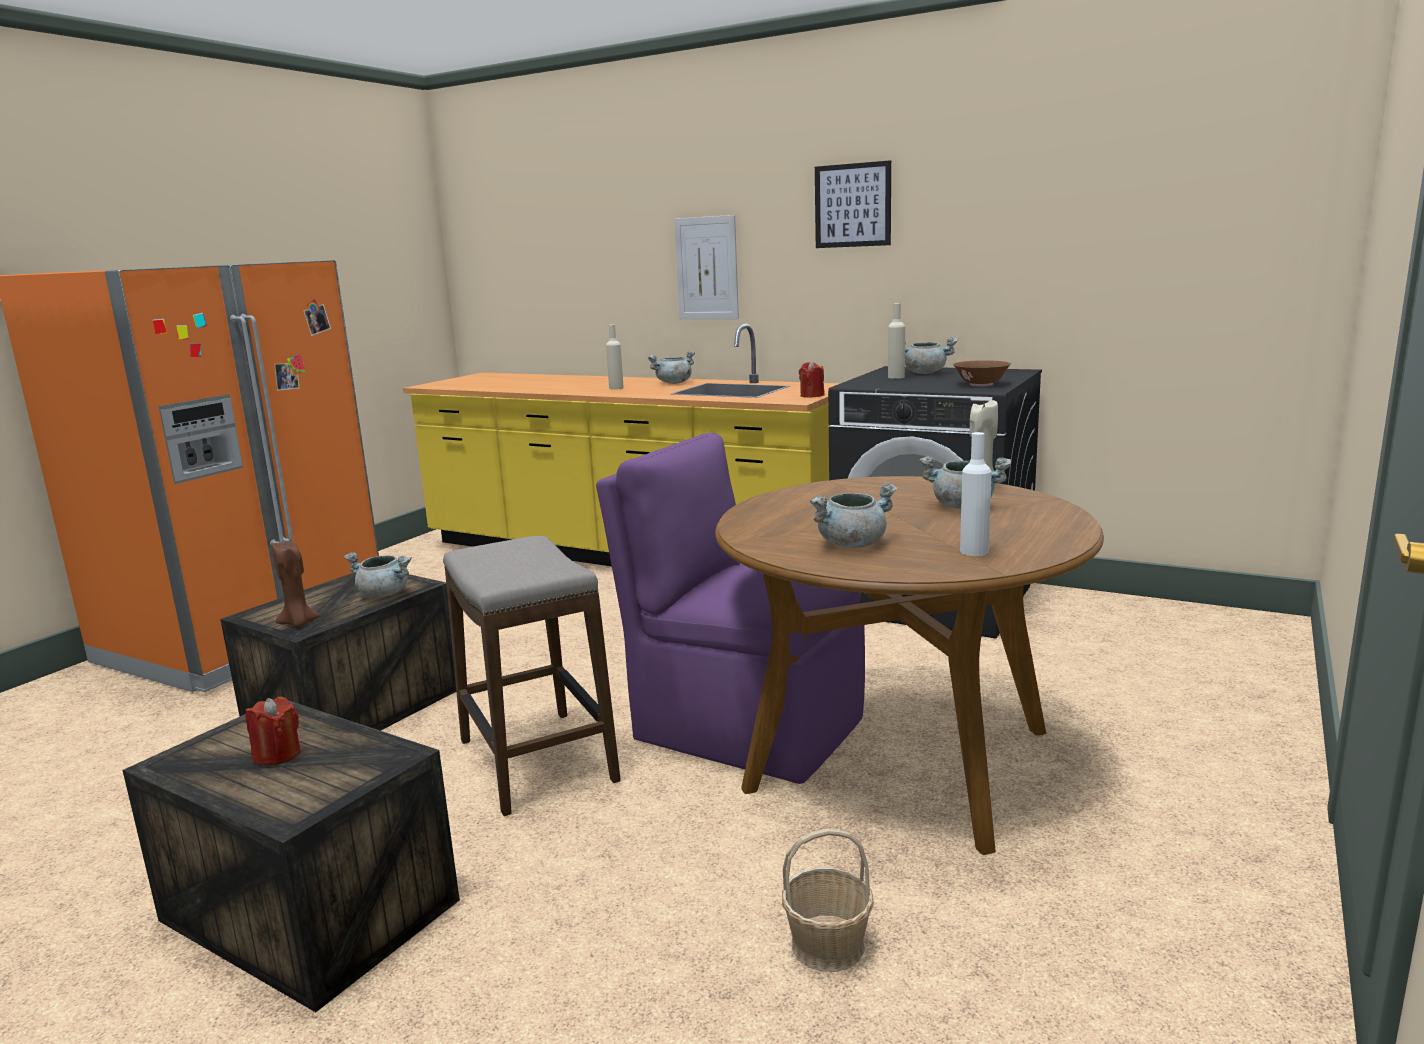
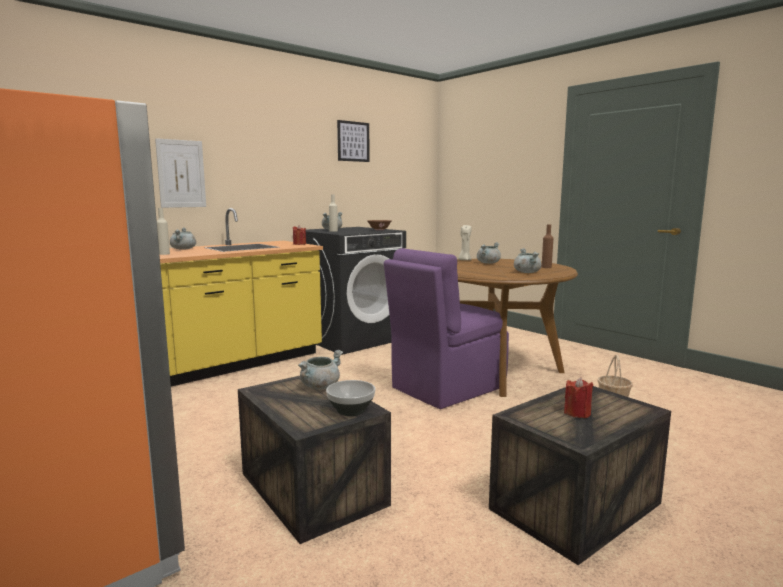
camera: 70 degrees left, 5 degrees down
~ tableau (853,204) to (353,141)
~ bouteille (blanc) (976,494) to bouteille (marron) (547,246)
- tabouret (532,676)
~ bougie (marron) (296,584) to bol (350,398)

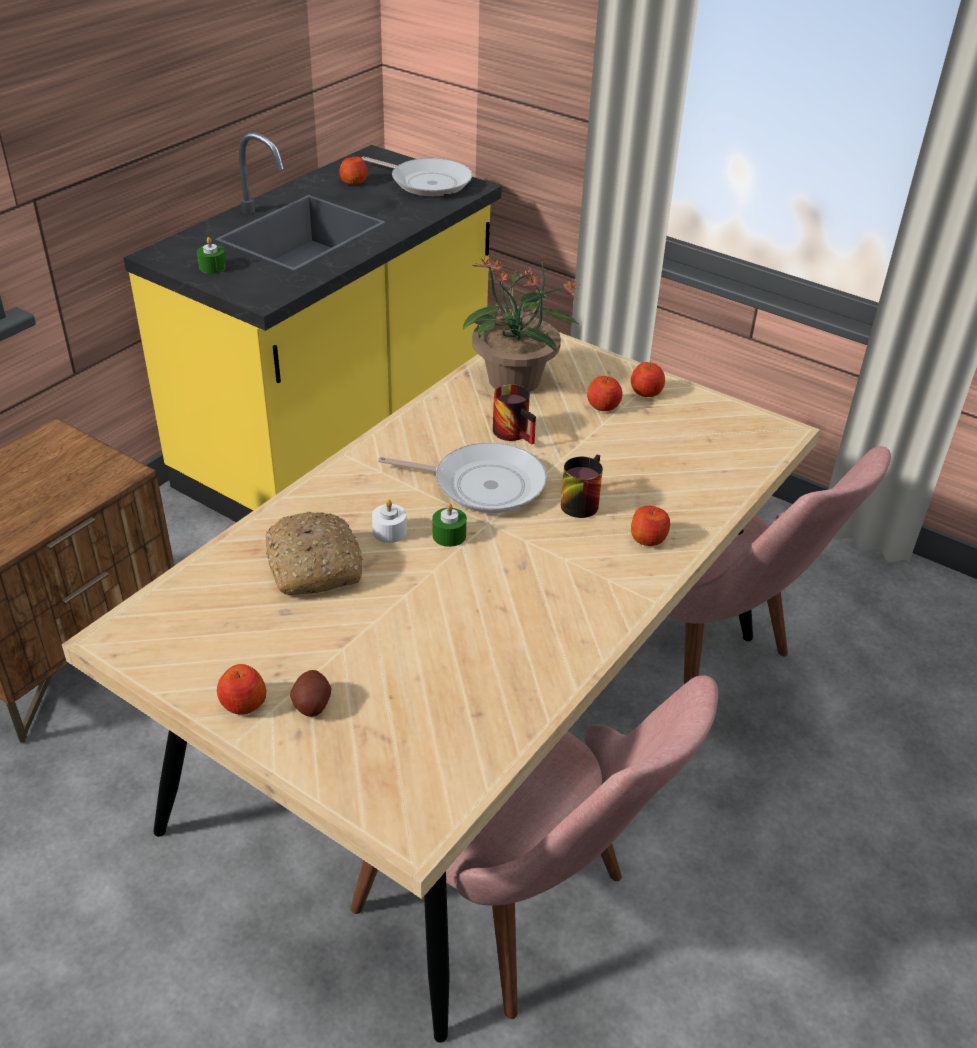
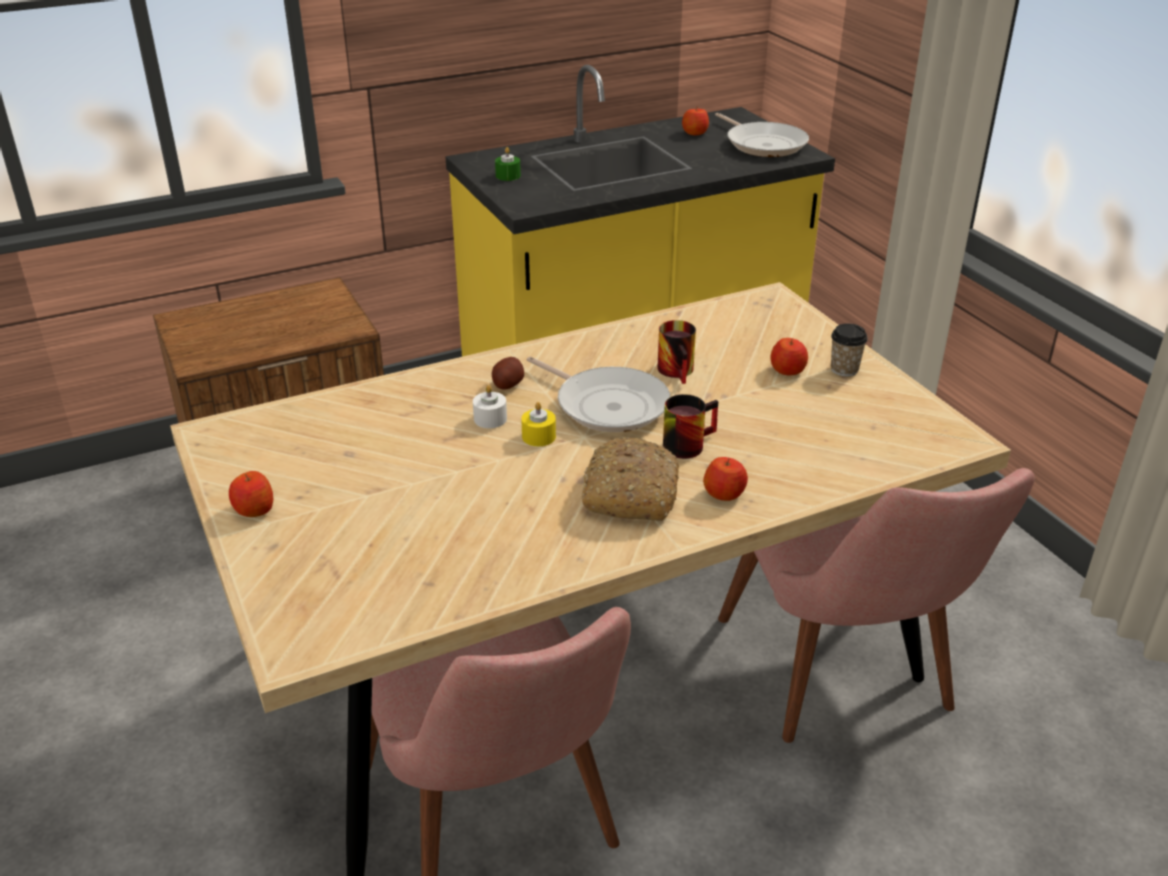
camera: 30 degrees right, 5 degrees down
- plante en pot (521,323)
~ pomme (648,379) to tasse (849,350)
~ bougie (vert) (449,525) to bougie (jaune) (538,424)
~ pain (314,553) to (630,479)
~ pomme de terre (310,693) to (508,373)

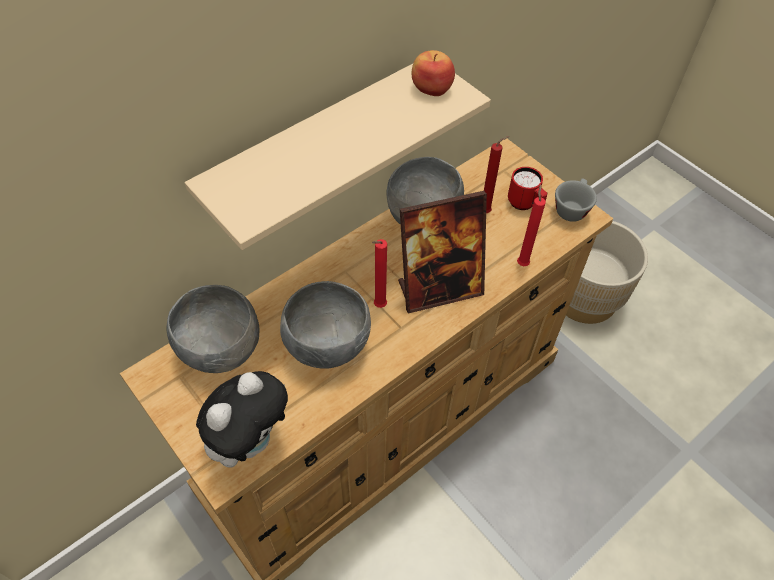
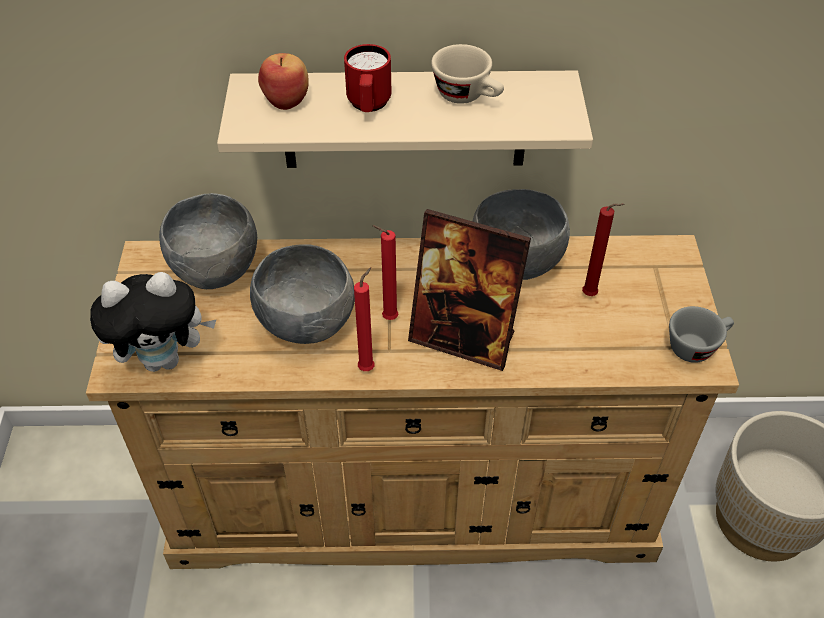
camera: 40 degrees right, 5 degrees down
~ pomme (433,73) to (283,81)
~ mug (rouge) (528,188) to (368,78)
~ bougie (rouge) (531,225) to (364,319)
+ tasse (beige) (467,74)

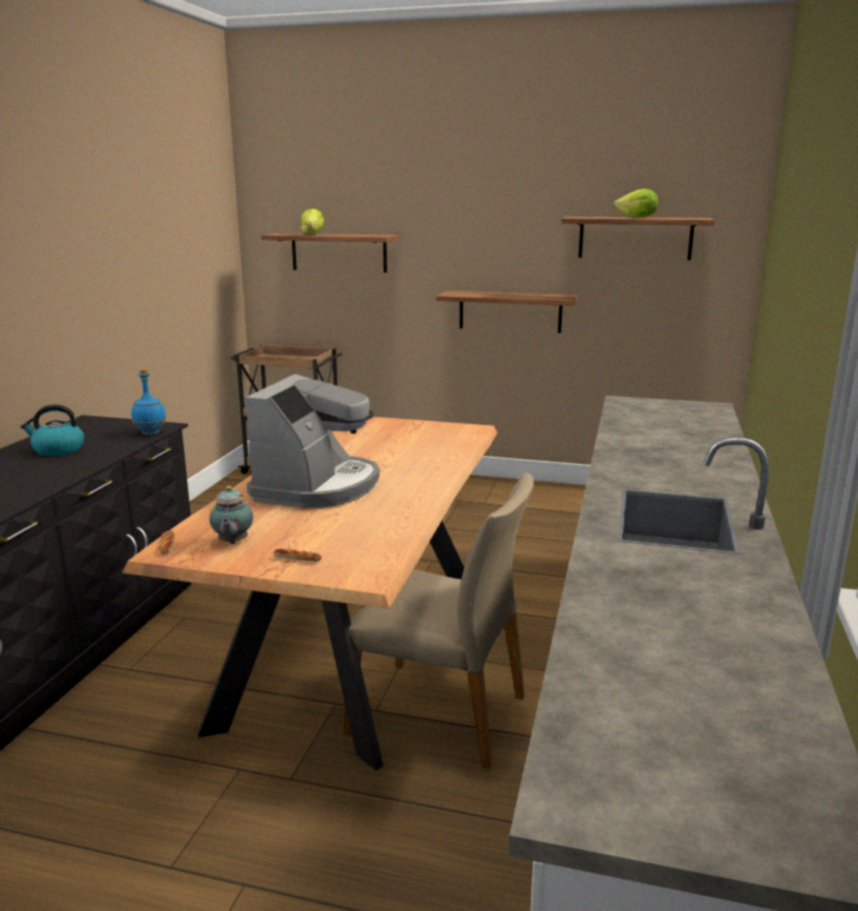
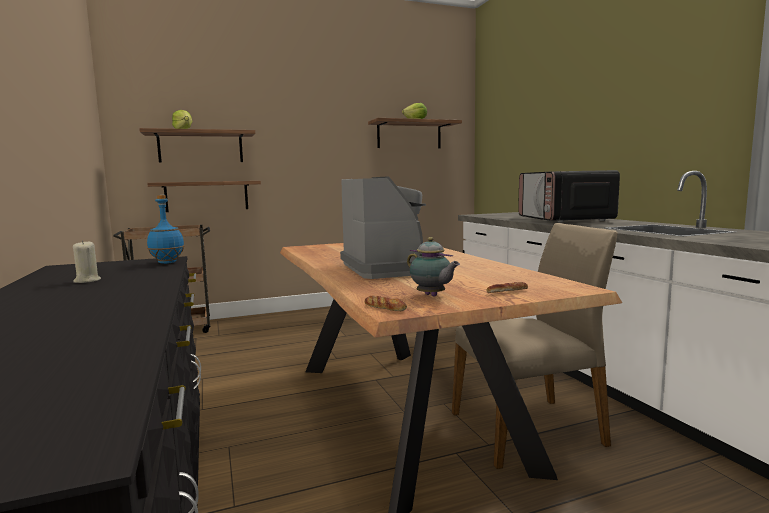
camera: 35 degrees left, 10 degrees down
~ étagère (507,312) to (204,196)
~ bouilloire (52,430) to bougie (beige) (87,261)
+ micro-ondes (569,196)

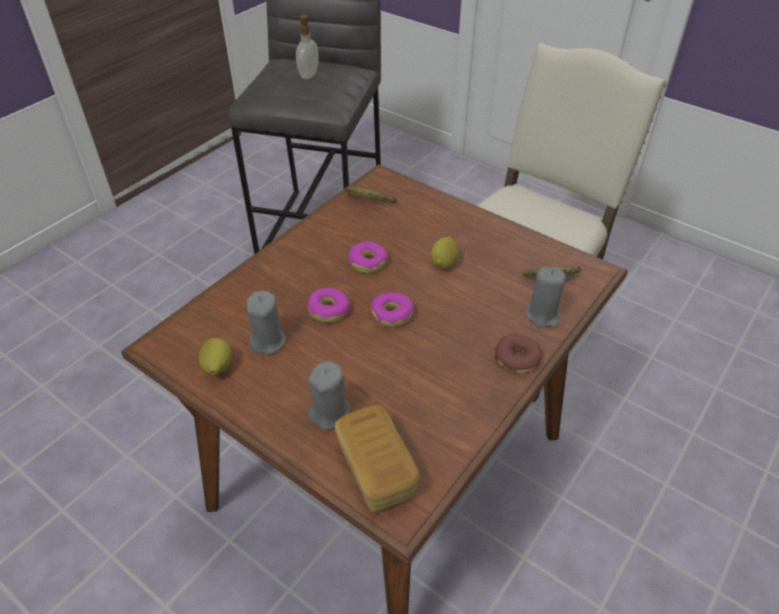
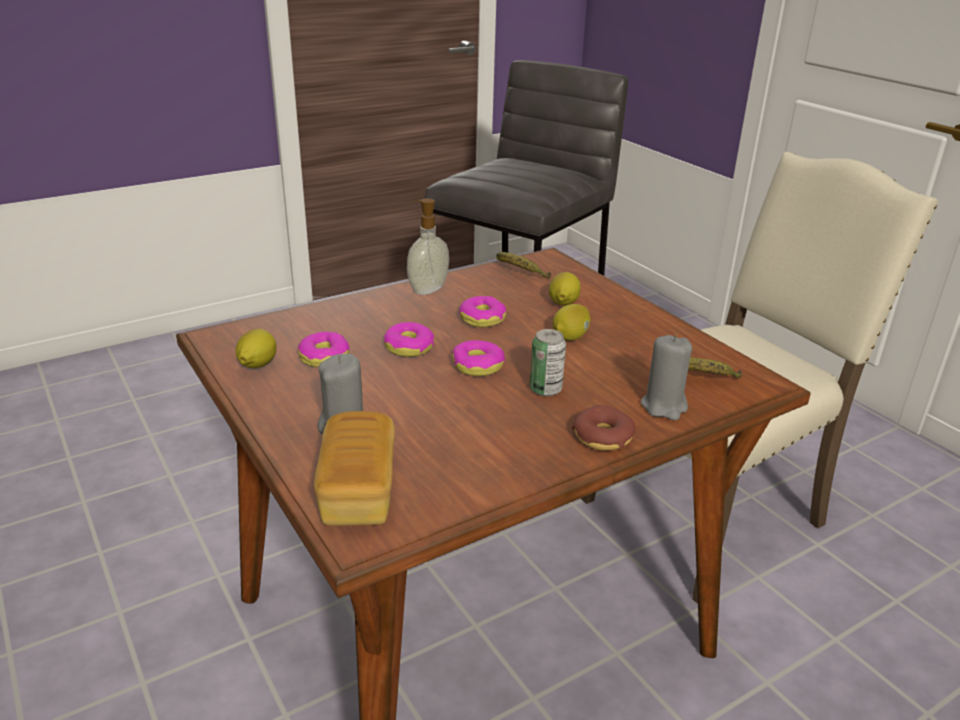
camera: 20 degrees right, 15 degrees down
~ distributeur de savon (306,47) to (428,246)
~ bougie (gris) (266,323) to beignet (323,349)
+ citron (565,288)
+ boîte métallique (548,362)

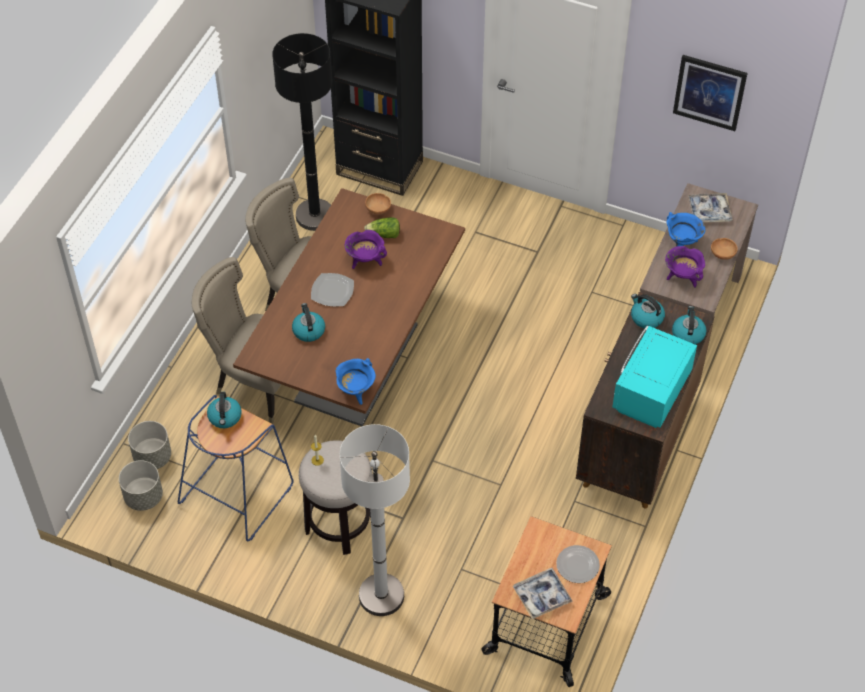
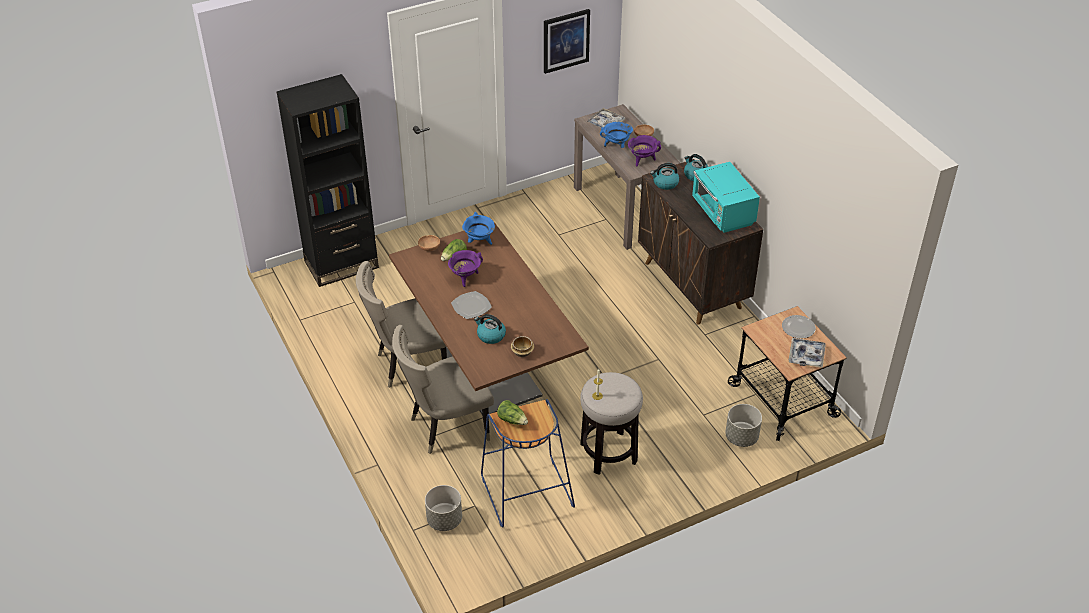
camera: 50 degrees left, 10 degrees down
- lampadaire (noir) (302,132)
~ marmite (bleu) (355,381) to (478,228)
~ bouilloire (224,410) to laitue (512,412)
- lampadaire (blanc) (375,520)
~ cache-pot (gris) (141,485) to (743,425)
+ bol (522,346)

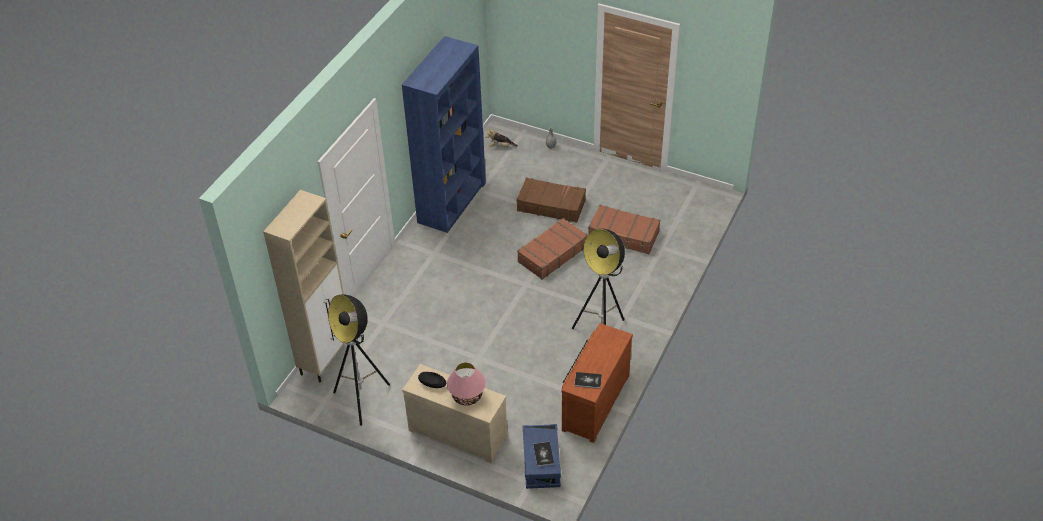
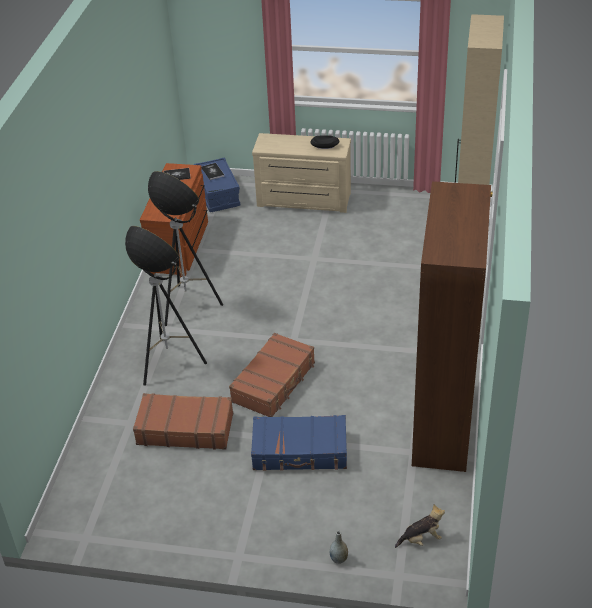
camera: 165 degrees right, 5 degrees down
~ bibliothèque (bleu) (444,134) to bibliothèque (marron) (451,327)
~ valise (marron) (551,200) to valise (bleu) (299,443)
~ lampadaire (359,360) to (166,306)
- lampe de table (rose) (466,384)

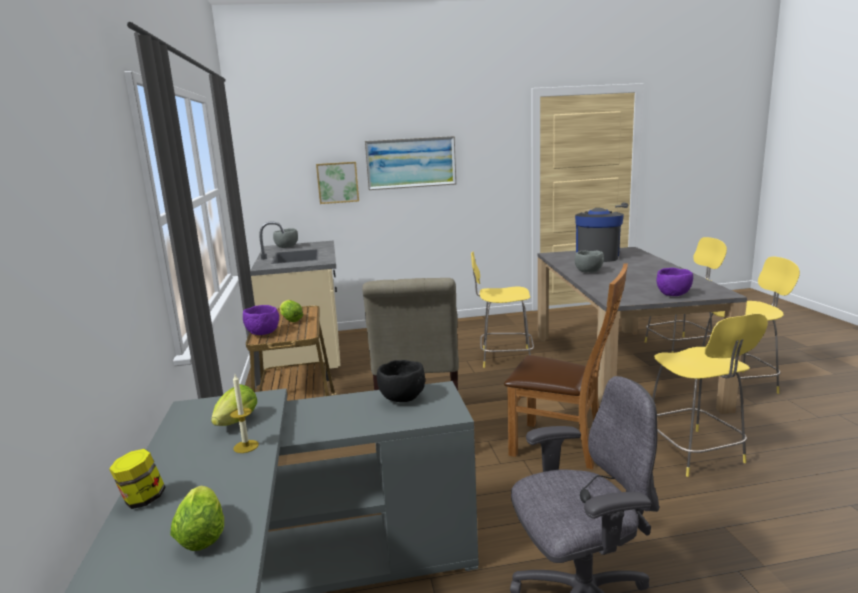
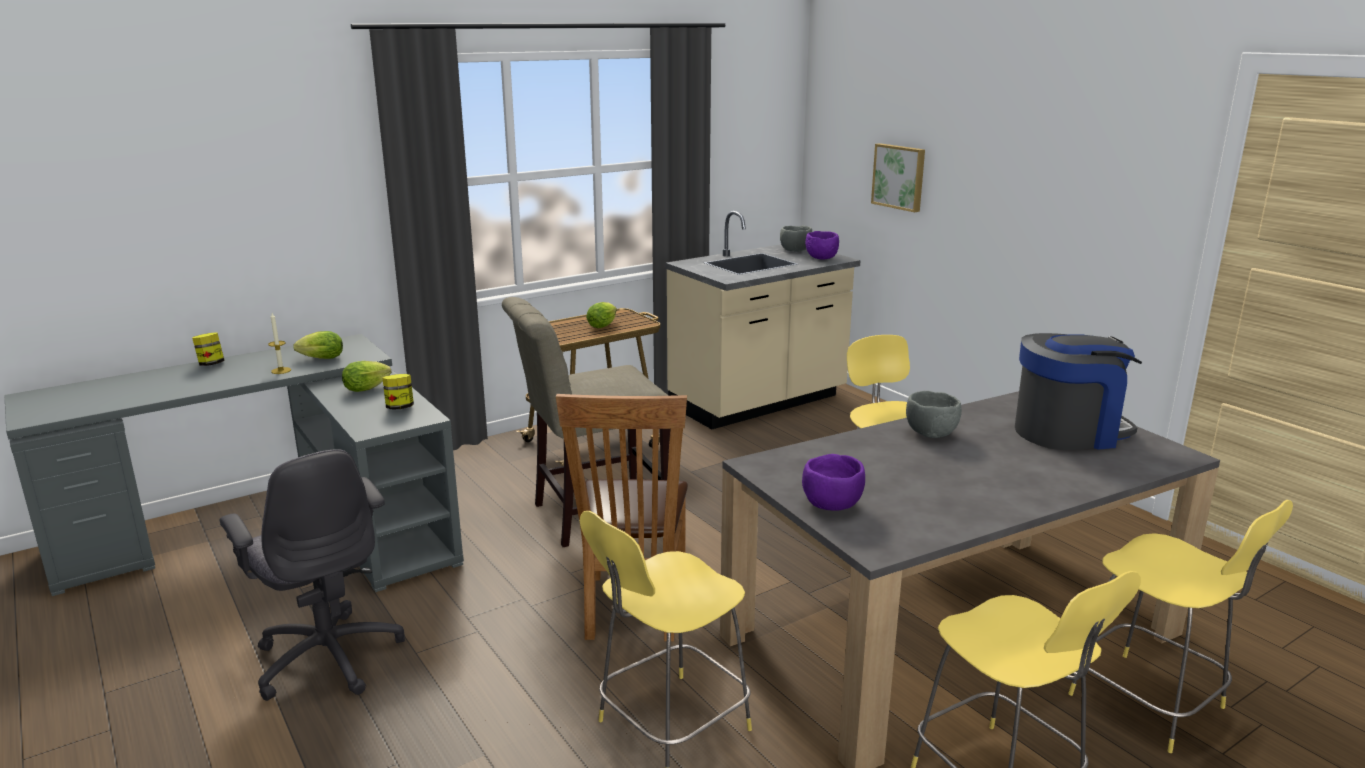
camera: 65 degrees right, 5 degrees up
- tableau (410,163)
~ bol (violet) (261,320) to (822,245)
~ bol (noir) (401,381) to bocal (398,392)
~ laitue (197,518) to (366,376)

